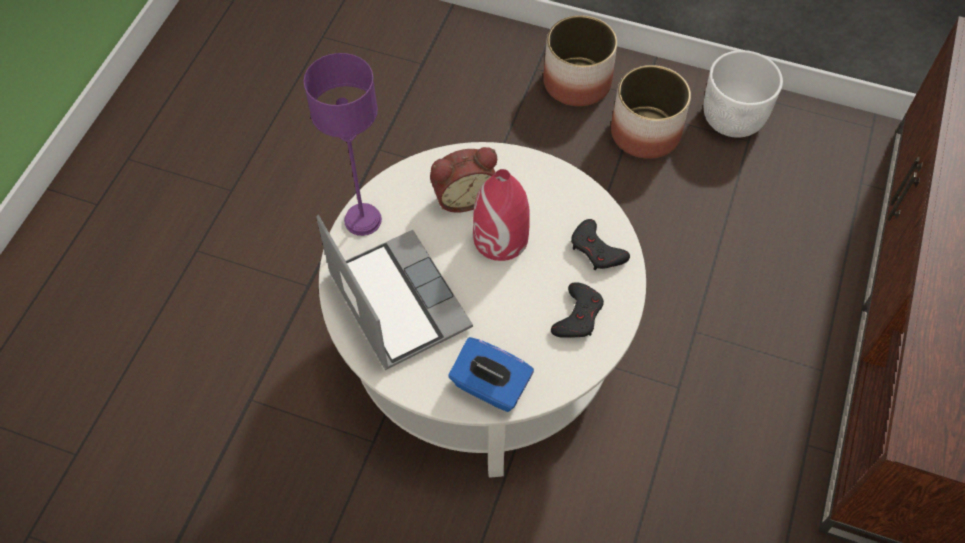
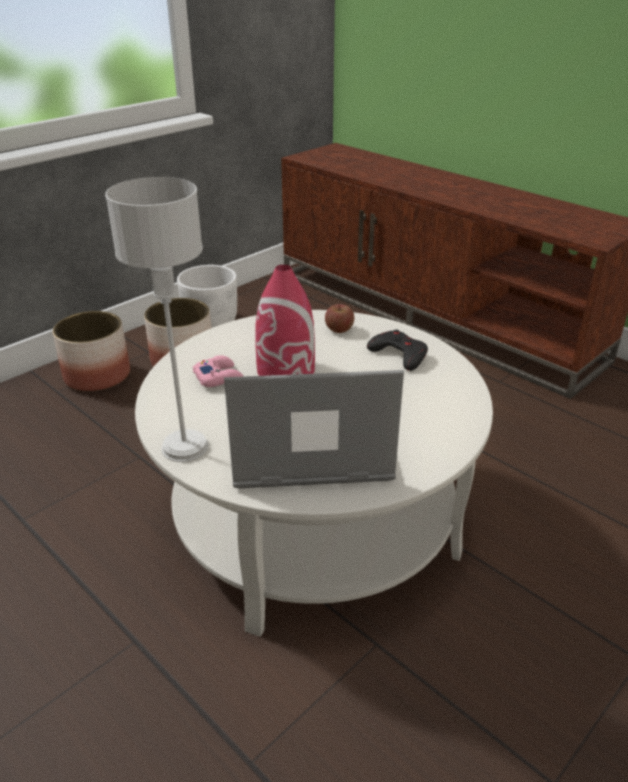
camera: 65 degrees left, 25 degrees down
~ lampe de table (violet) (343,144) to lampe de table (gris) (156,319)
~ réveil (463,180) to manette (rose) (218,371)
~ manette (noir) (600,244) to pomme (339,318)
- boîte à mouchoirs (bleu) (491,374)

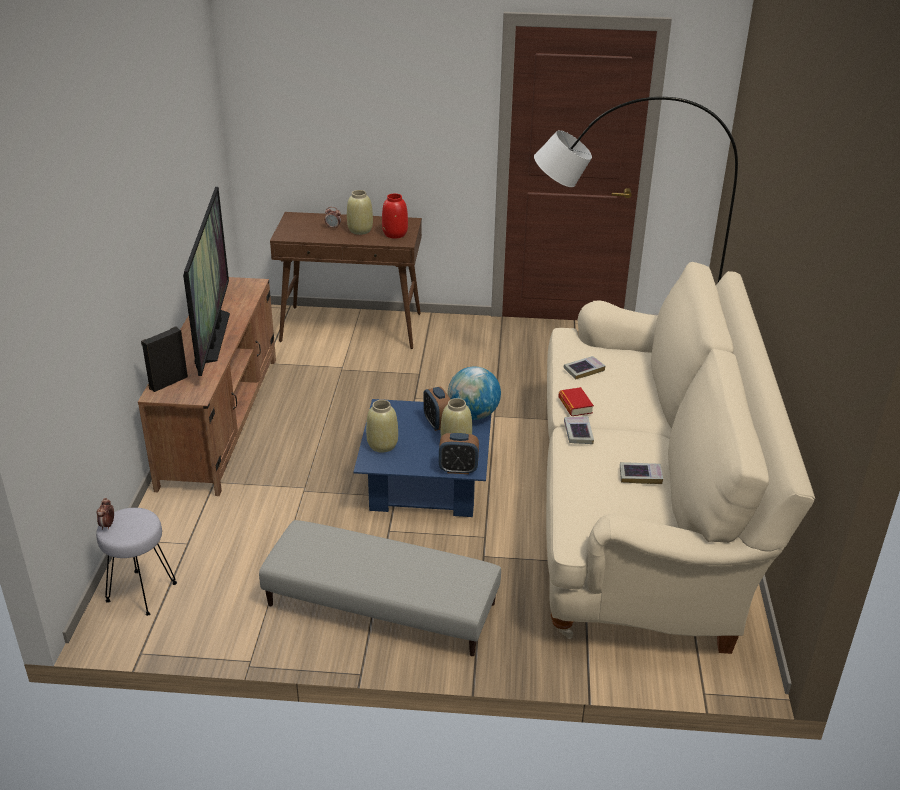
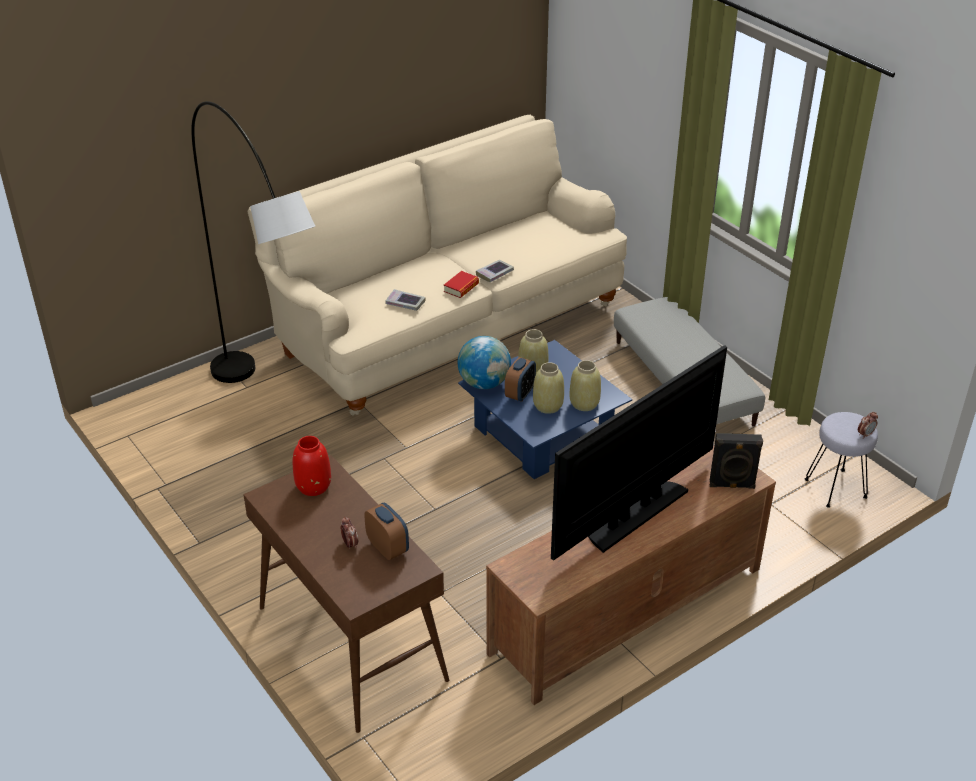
camera: 130 degrees left, 5 degrees up
~ vase (beige) (360,212) to (548,388)
~ réveil (459,453) to (386,531)
- livre (641,473)

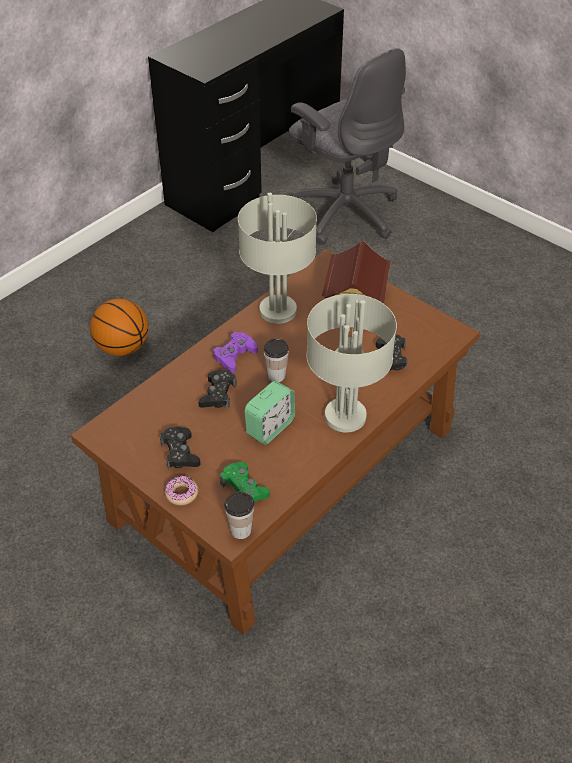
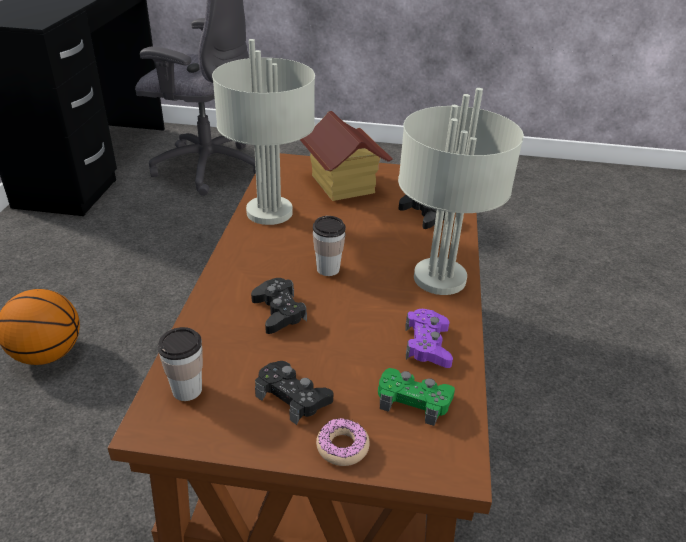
camera: 35 degrees left, 10 degrees down
~ manette (violet) (235,352) to (429,338)
- réveil (270,413)
~ tasse (239,515) to (180,364)

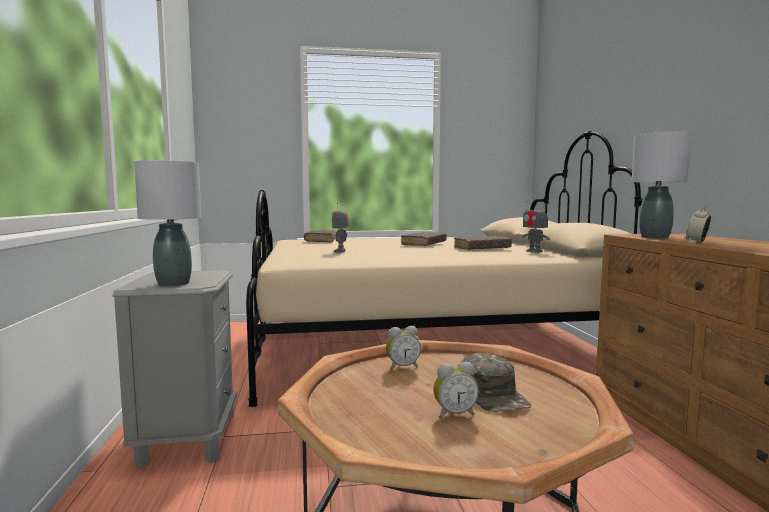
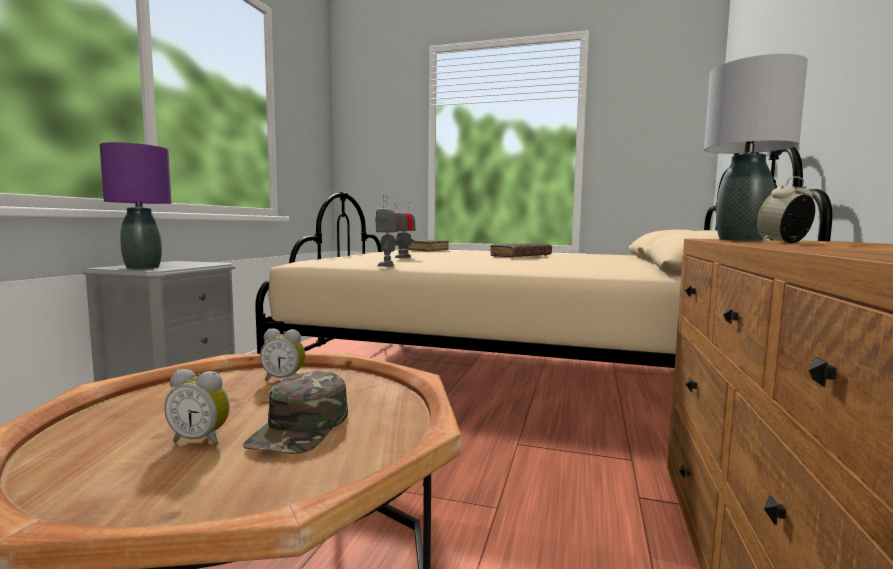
camera: 25 degrees right, 0 degrees up
~ lampe de table (gris) (167,223) to lampe de table (violet) (136,205)
~ robot jouet (536,227) to (387,231)
- livre (marron) (483,243)

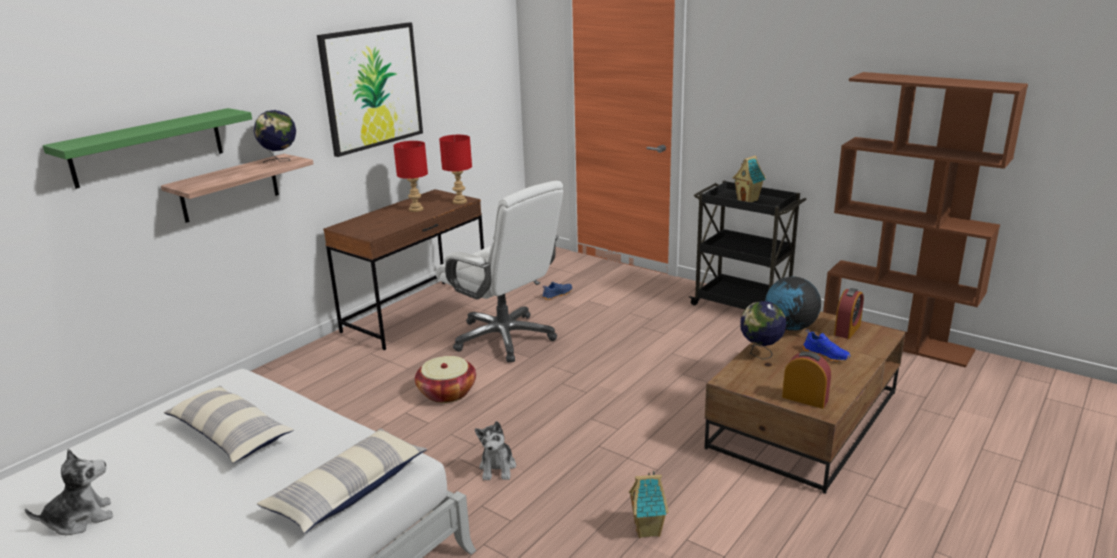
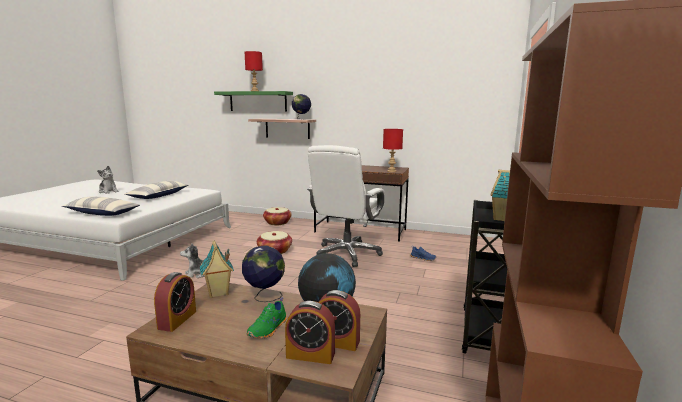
camera: 70 degrees right, 10 degrees down
- tableau (370,89)
~ lampe de table (rouge) (410,176) to (254,71)
~ chaussure (bleu) (826,345) to chaussure (vert) (267,318)
~ maison miniature (649,504) to (217,269)
+ panier (277,216)
+ réveil (310,332)

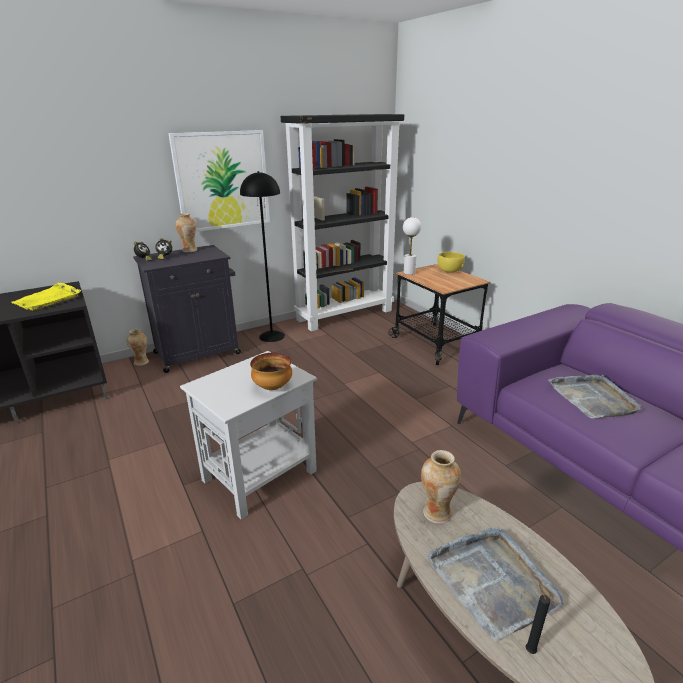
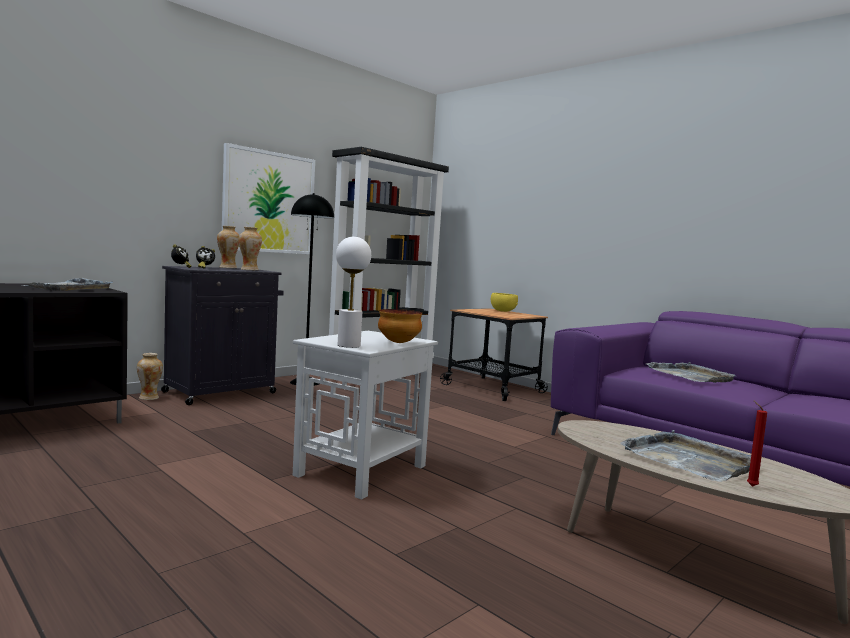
camera: 15 degrees left, 20 degrees down
~ lampe de table (blanc) (412,246) to (353,292)
~ plateau (jaune) (46,297) to plateau (gris) (67,284)
~ vase (441,487) to (250,248)
~ bougie (noir) (538,619) to bougie (rouge) (757,444)

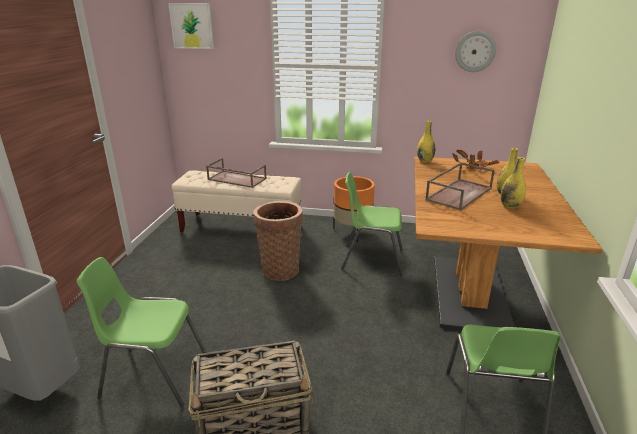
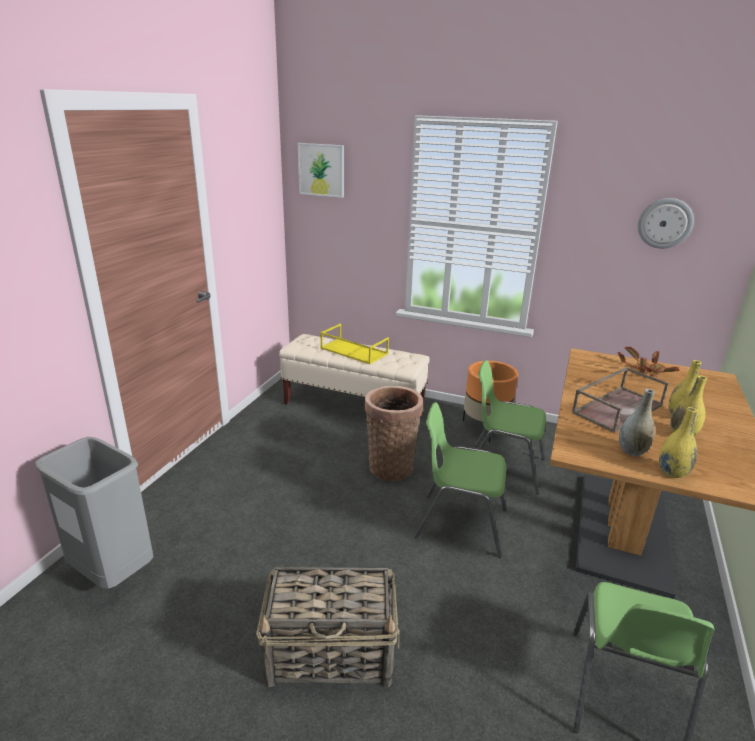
camera: 10 degrees right, 0 degrees up
~ vase (jaune) (426,141) to (678,442)
~ plateau (marron) (236,173) to plateau (jaune) (354,344)
~ chaise (vert) (141,332) to (460,480)
+ vase (gris) (637,422)

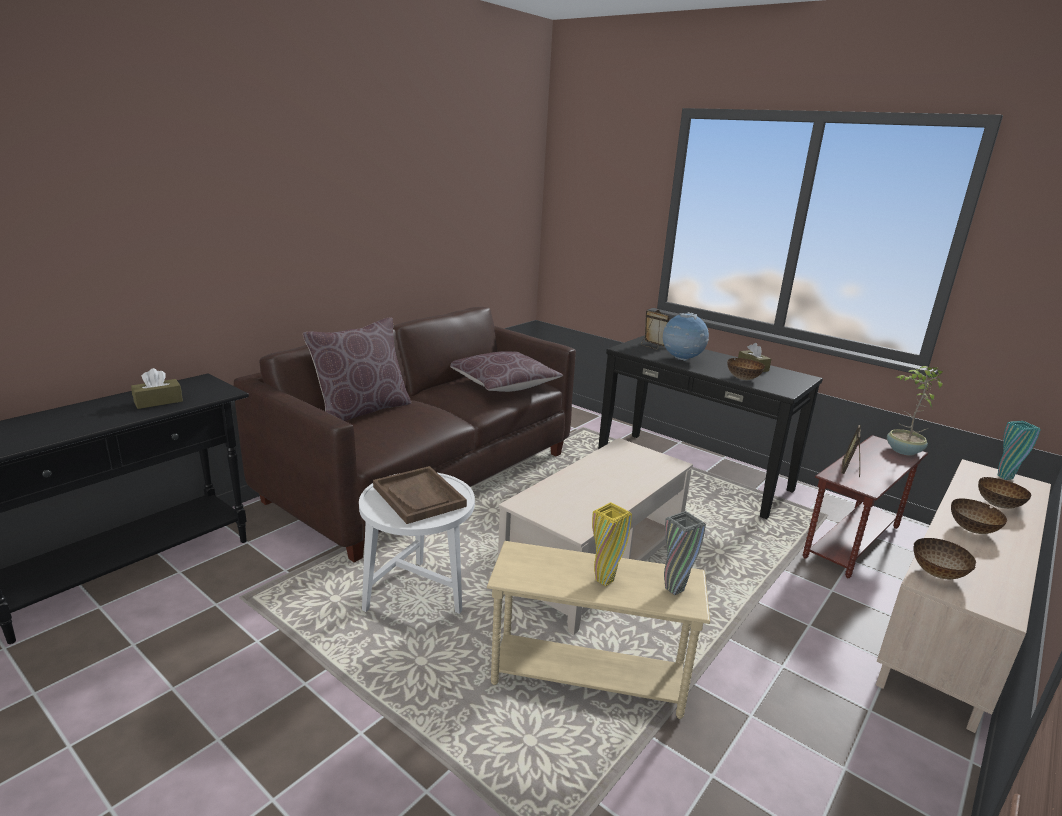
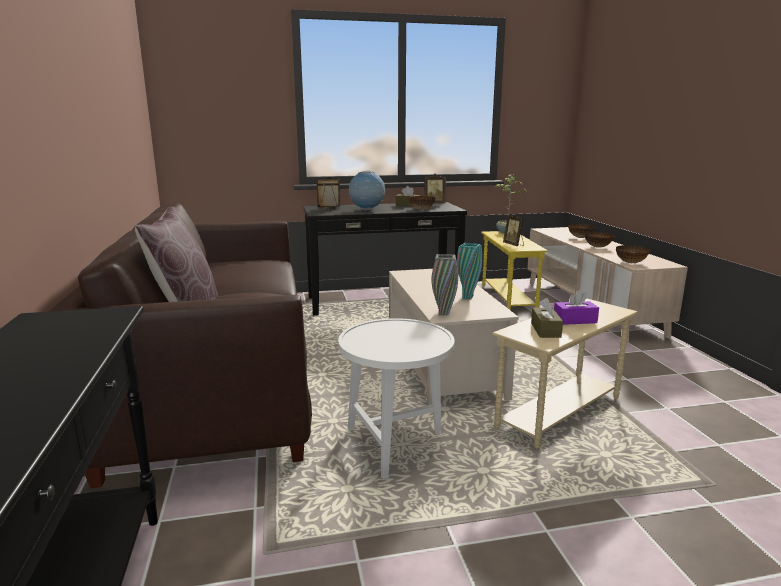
camera: 50 degrees left, 5 degrees down
- coussin (marron) (506,371)
~ boîte à mouchoirs (marron) (157,388) to (547,318)
~ vase (turquoise) (1019,450) to (469,271)
~ table d'appoint (marron) (865,506) to table d'appoint (jaune) (514,270)
- plateau (marron) (420,495)
~ vase (jaune) (612,544) to boîte à mouchoirs (violet) (576,307)
~ vase (gris) (685,553) to (444,284)
+ cadre photo (435,188)

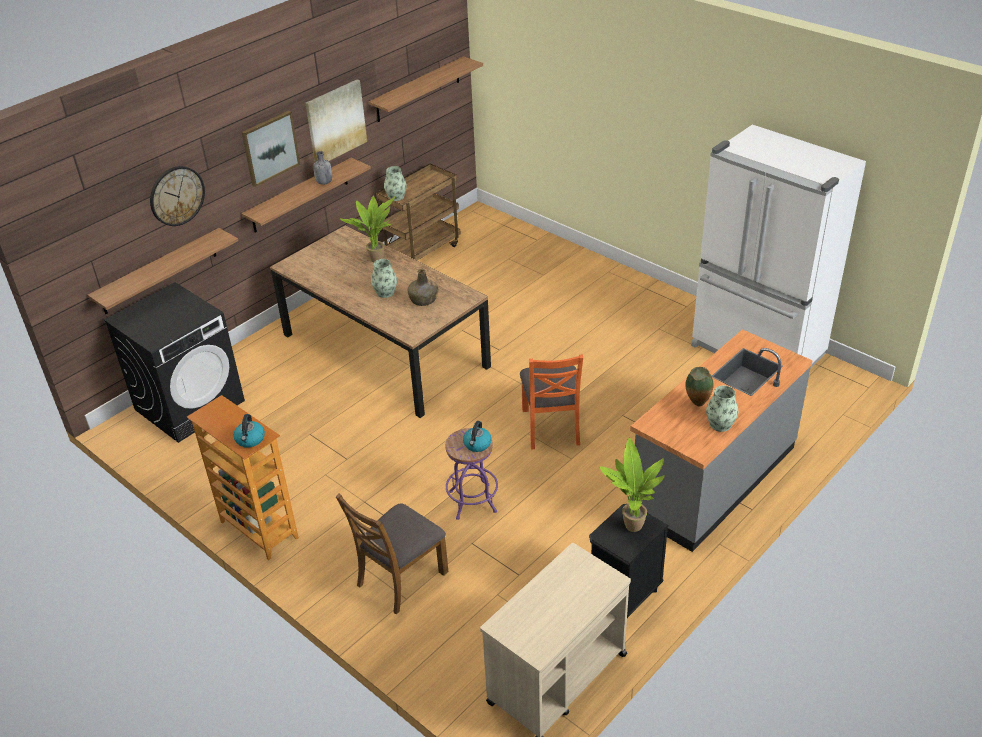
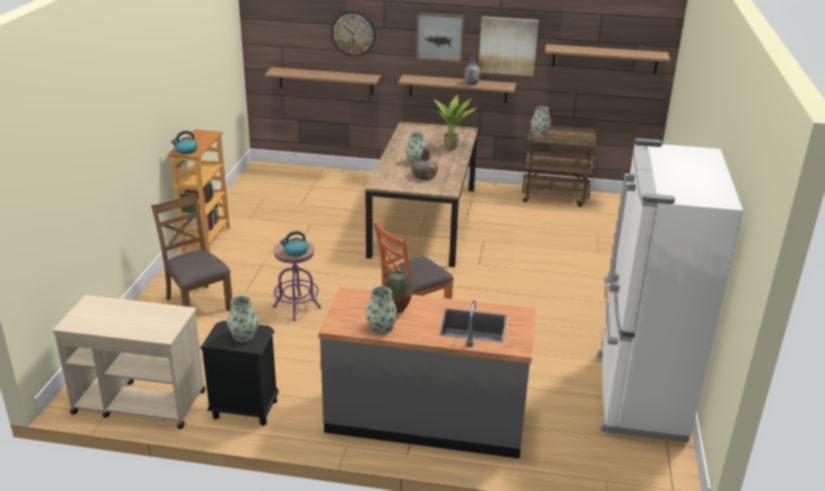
camera: 55 degrees right, 10 degrees down
- lave-linge (noir) (174,362)
~ plante en pot (632,485) to vase (242,319)
~ chaise (marron) (392,553) = (191,253) 45 degrees clockwise

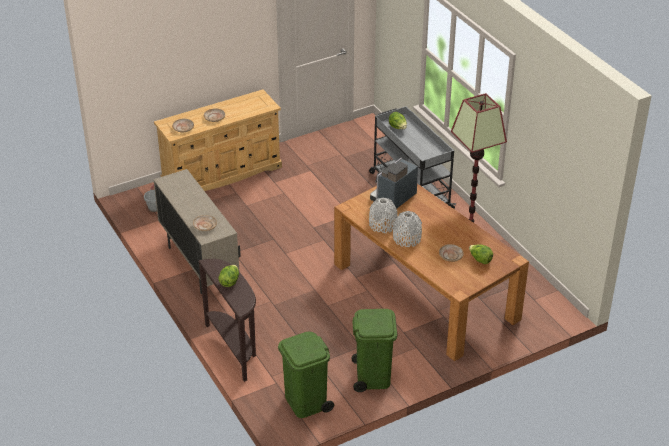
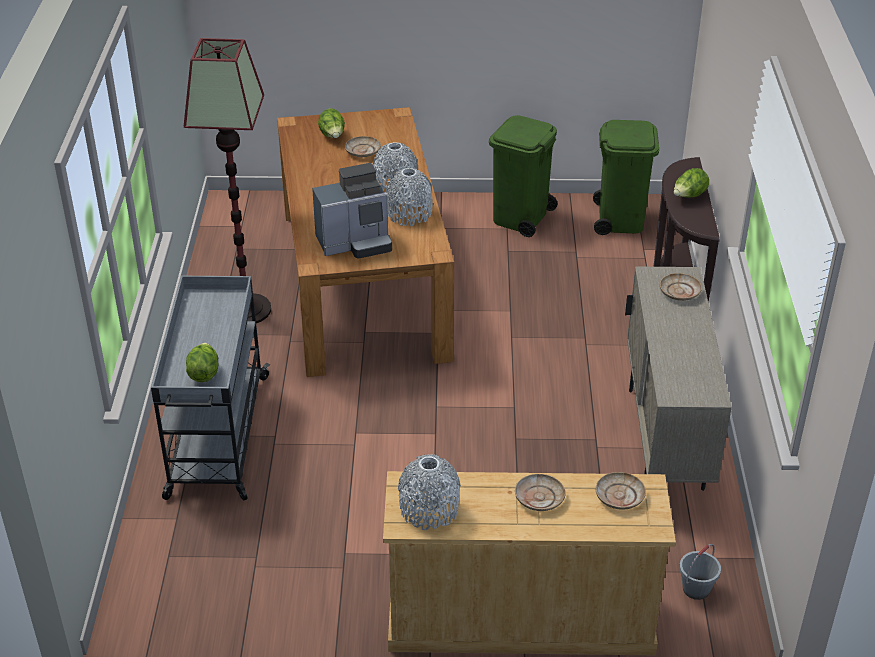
camera: 150 degrees left, 0 degrees up
+ vase (gris) (429,492)

